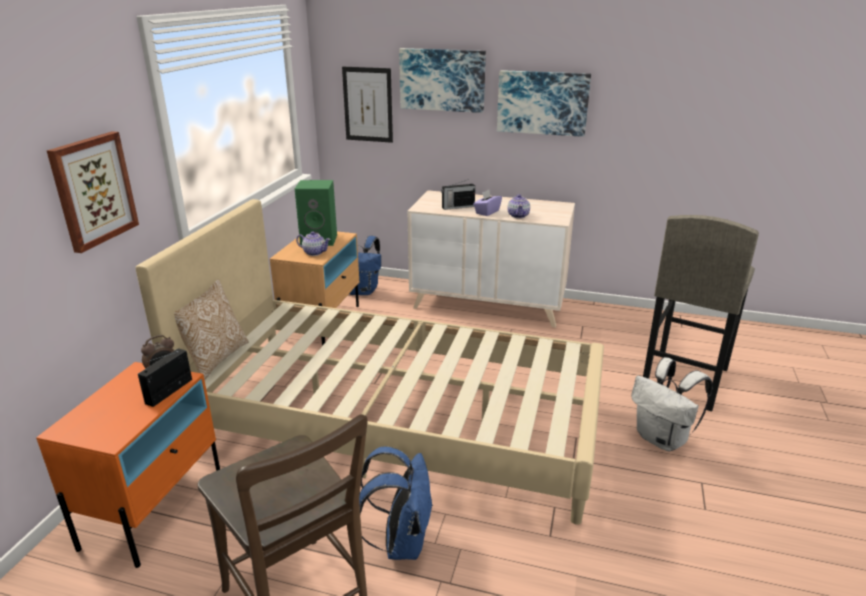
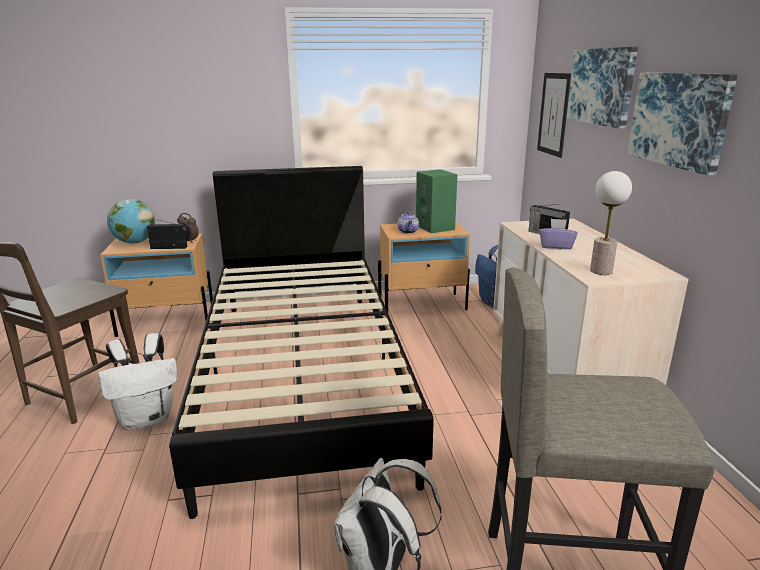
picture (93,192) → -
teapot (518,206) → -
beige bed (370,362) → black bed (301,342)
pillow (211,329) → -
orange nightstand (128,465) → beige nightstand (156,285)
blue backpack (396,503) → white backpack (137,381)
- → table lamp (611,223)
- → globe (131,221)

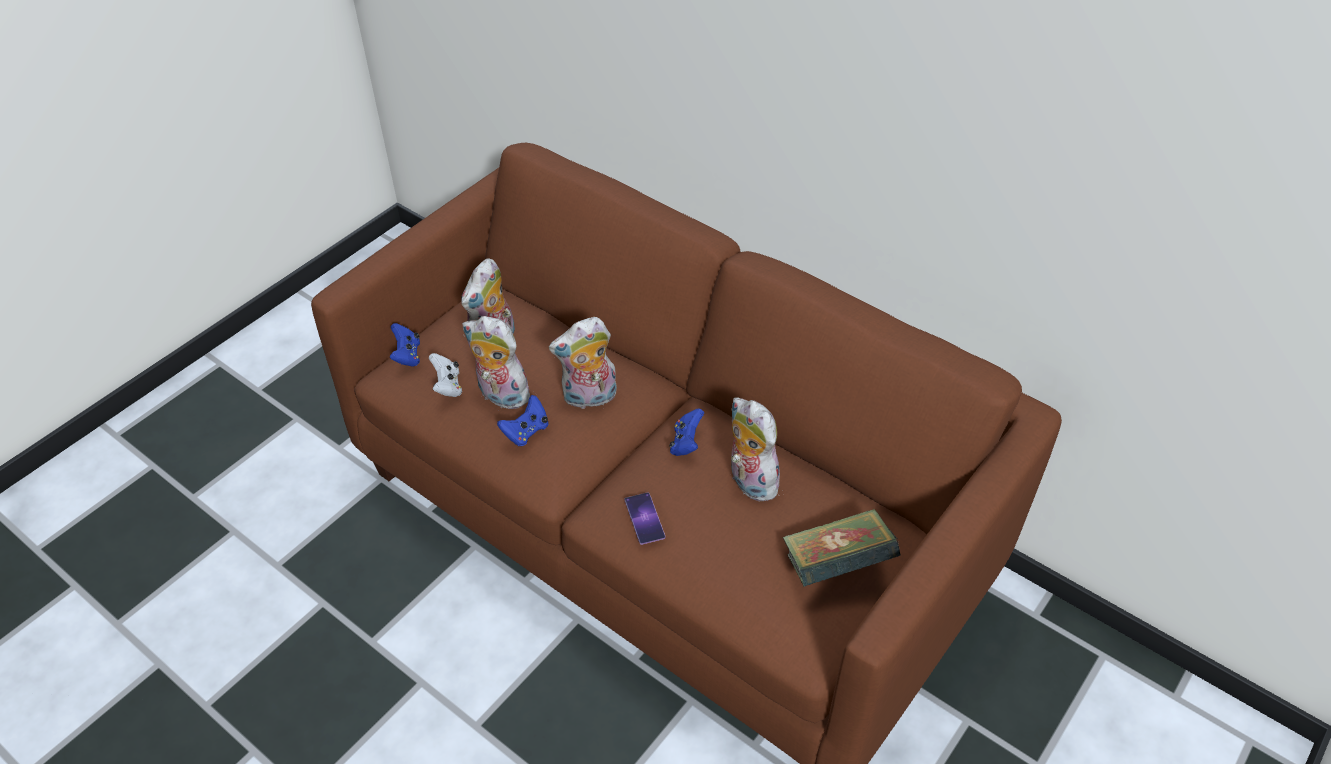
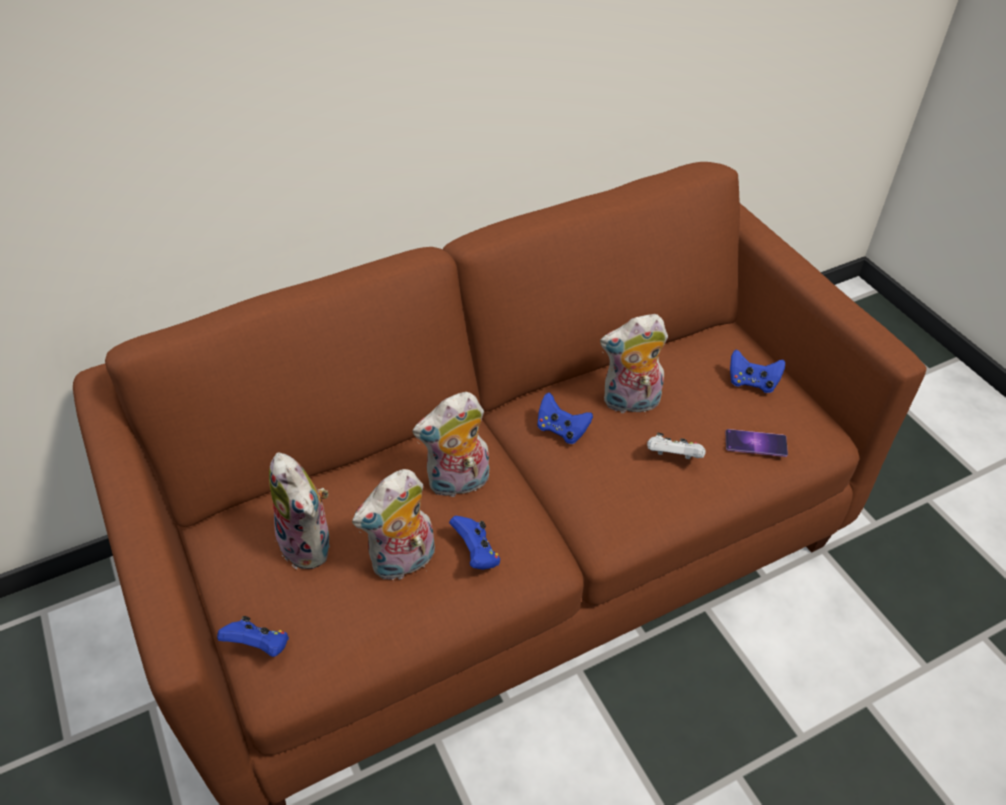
plush toy (583,363) → plush toy (450,444), 60 degrees clockwise
white game controller (445,375) → white game controller (676,445), shifted
phone (645,518) → phone (757,443), shifted
book (841,548) → blue game controller (757,371)

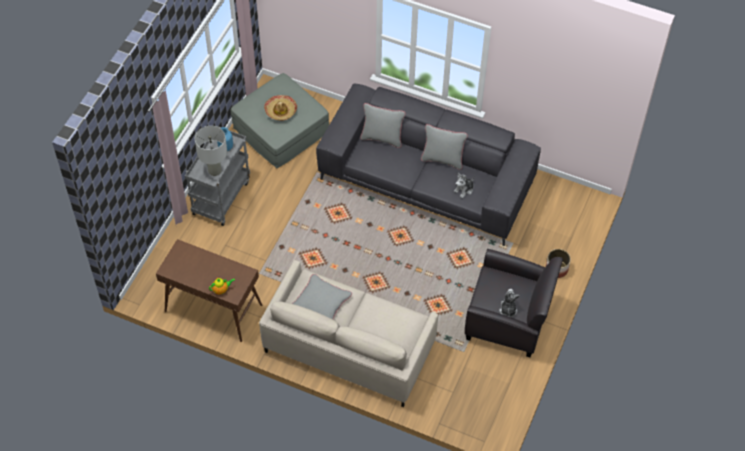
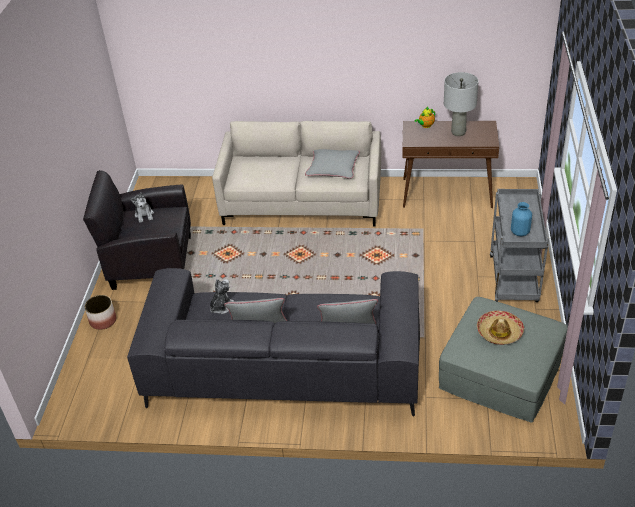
grey table lamp (211,151) → grey table lamp (461,104), shifted

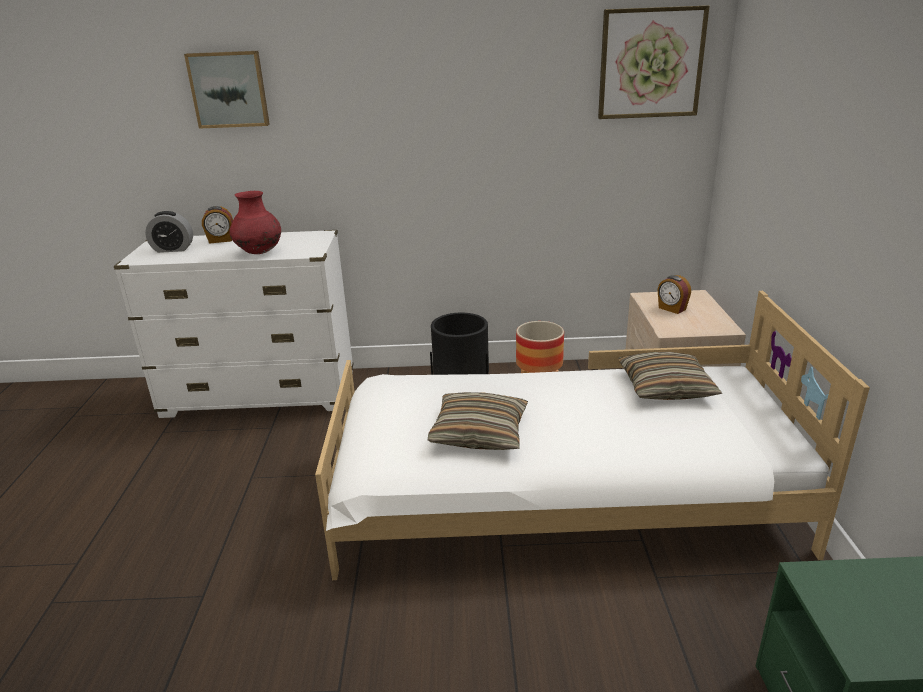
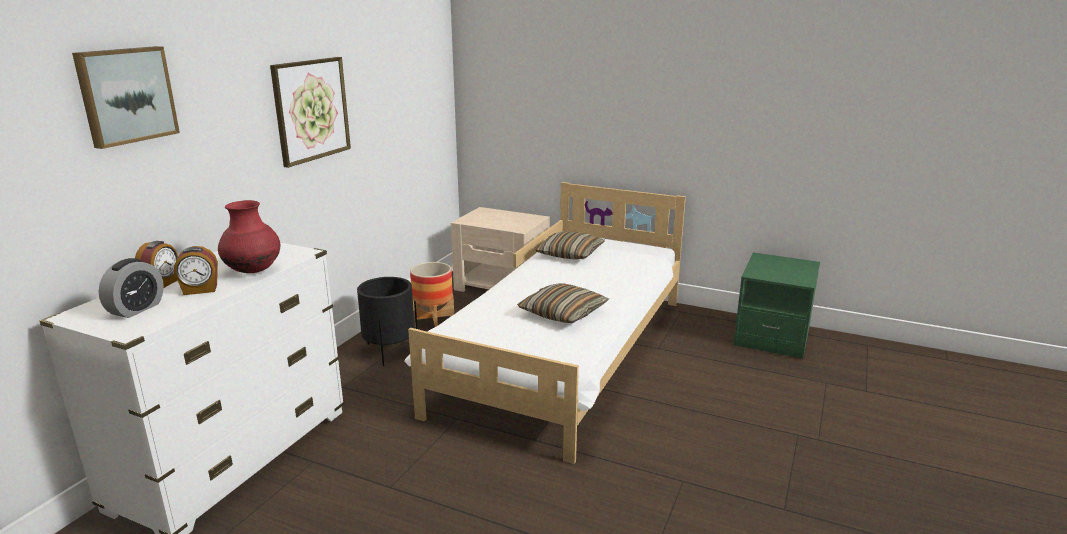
picture (653,62) → picture (310,112), shifted
alarm clock (674,294) → alarm clock (196,270), shifted

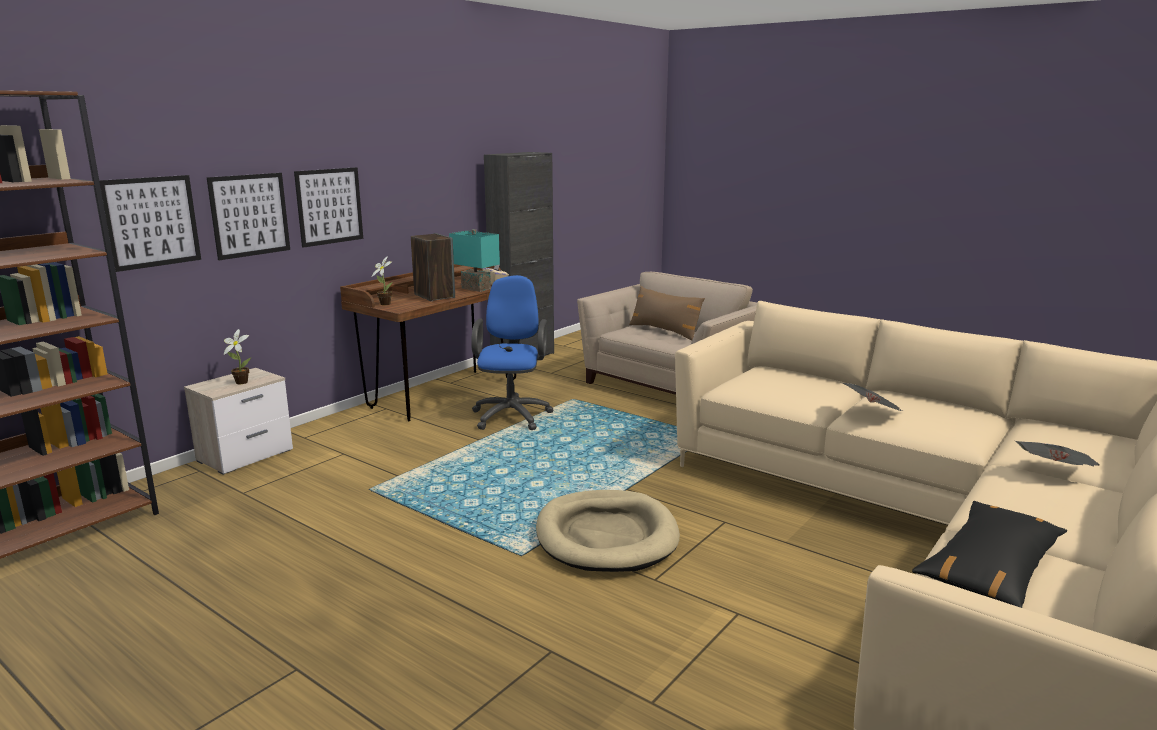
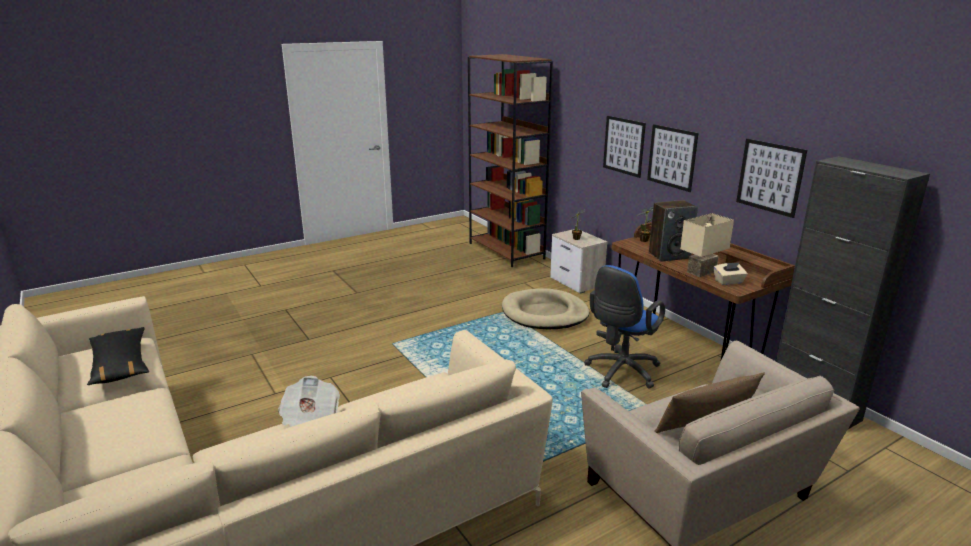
picture (150,223) → picture (771,178), shifted
turquoise table lamp (474,260) → beige table lamp (707,245)
blue office chair (512,352) → blue office chair (624,326), 105 degrees clockwise
newspaper (1057,454) → -
beige dog bed (608,531) → beige dog bed (545,308), shifted

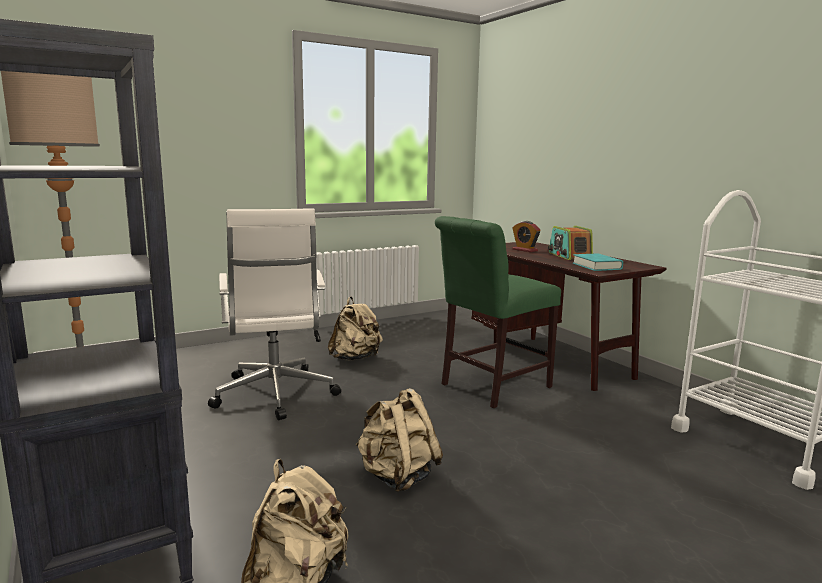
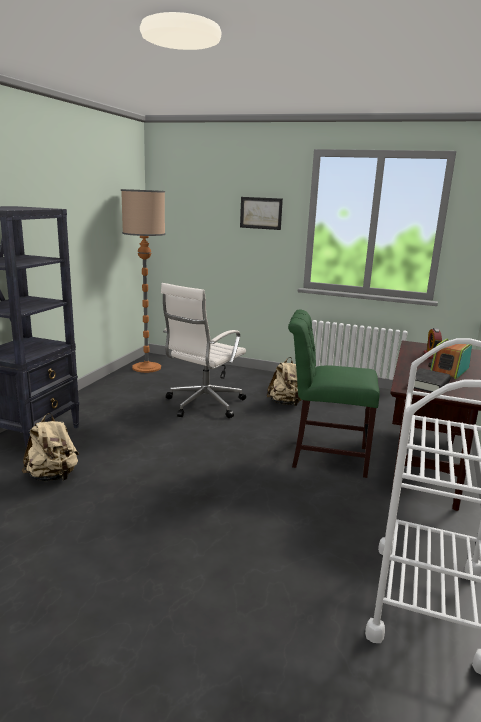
turquoise book (598,262) → black book (429,380)
beige backpack (399,440) → -
- → picture (261,213)

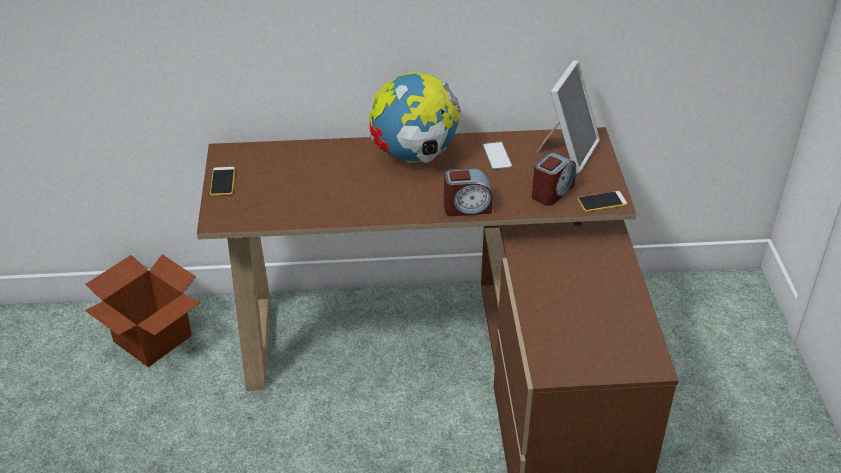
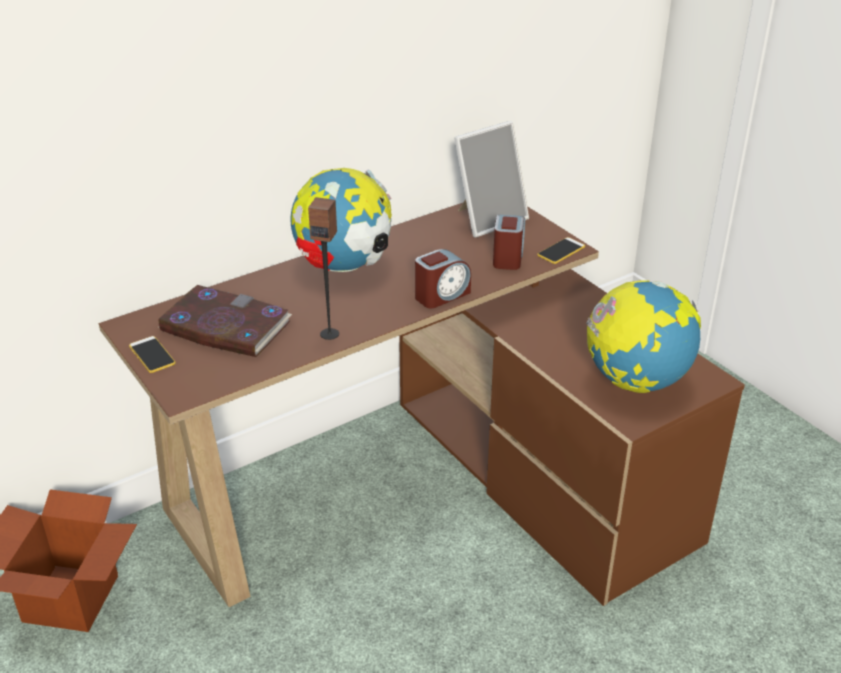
picture frame (568,116) → picture frame (491,179), 60 degrees clockwise
phone (497,155) → -
- → speaker (323,268)
- → globe (643,336)
- → book (225,321)

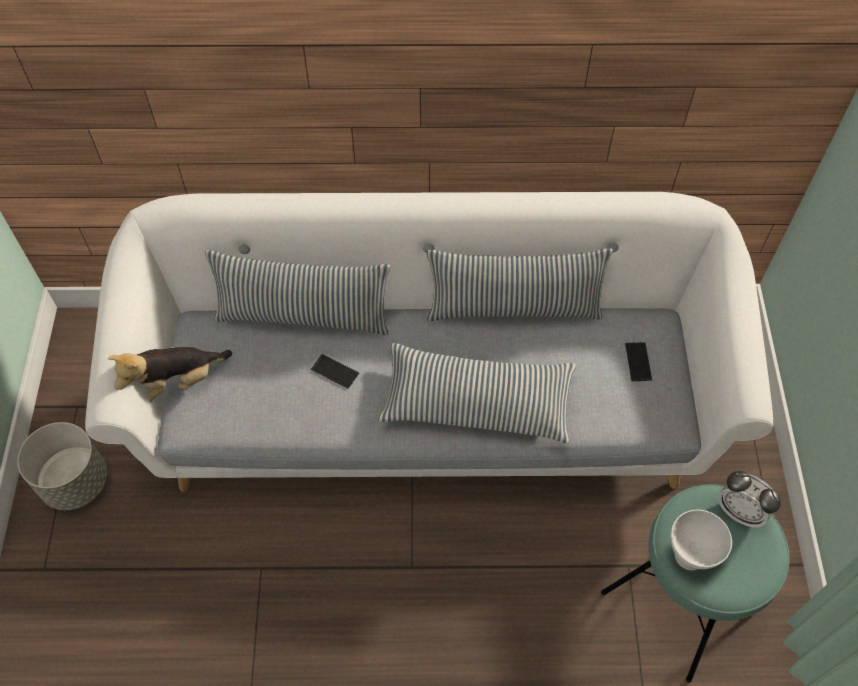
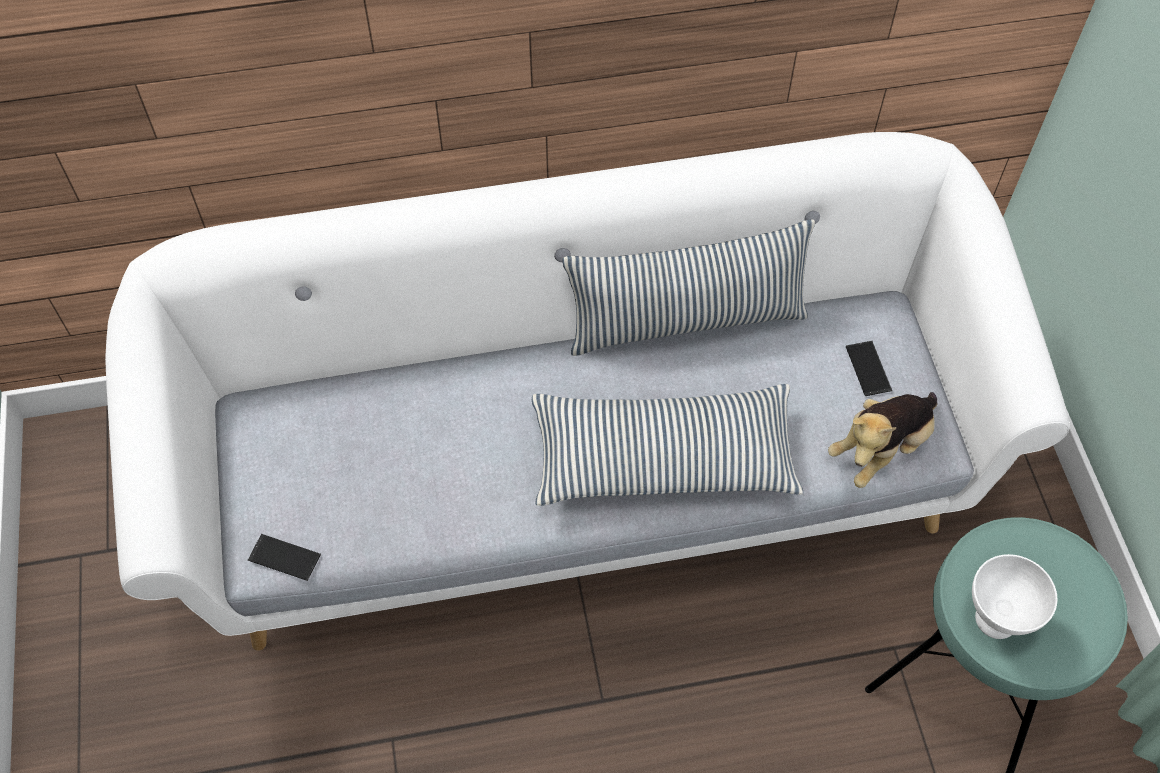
pillow (298,292) → -
plush toy (170,374) → plush toy (882,440), shifted
phone (335,371) → phone (284,557), shifted
grey planter (62,466) → -
alarm clock (749,499) → -

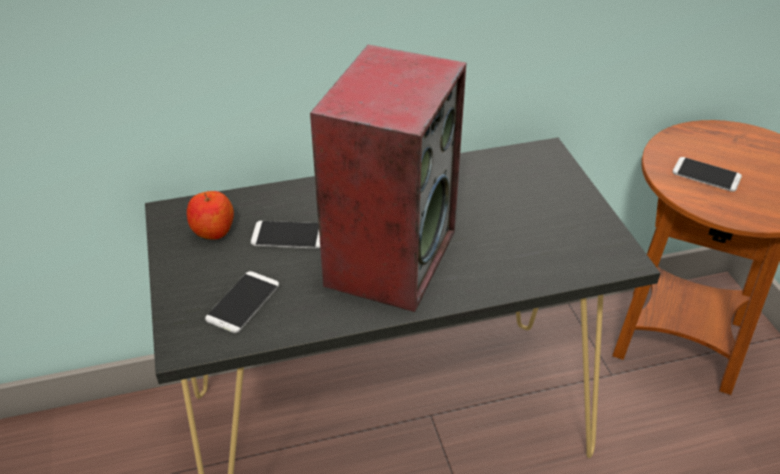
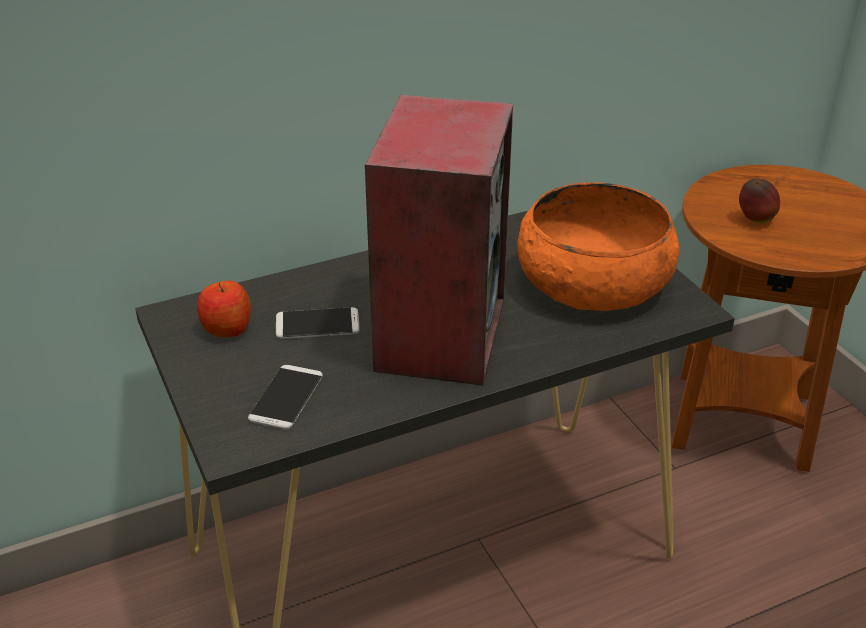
phone (707,174) → apple (759,201)
- → orange bowl (598,246)

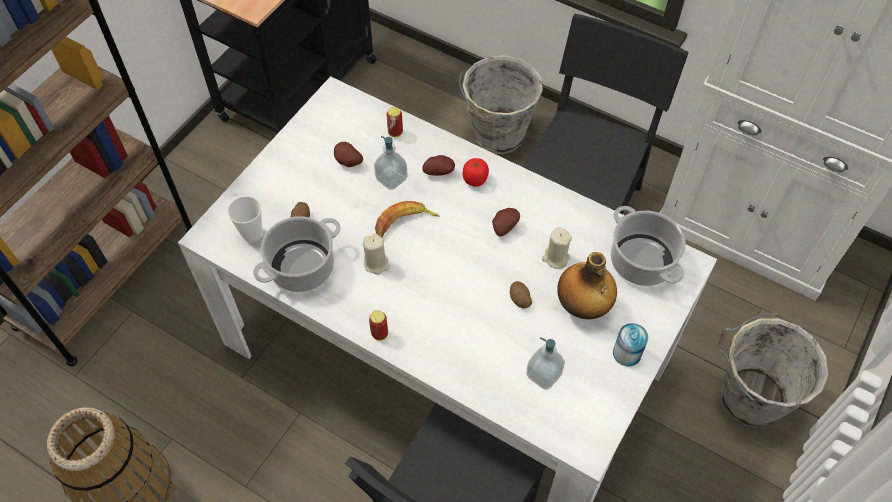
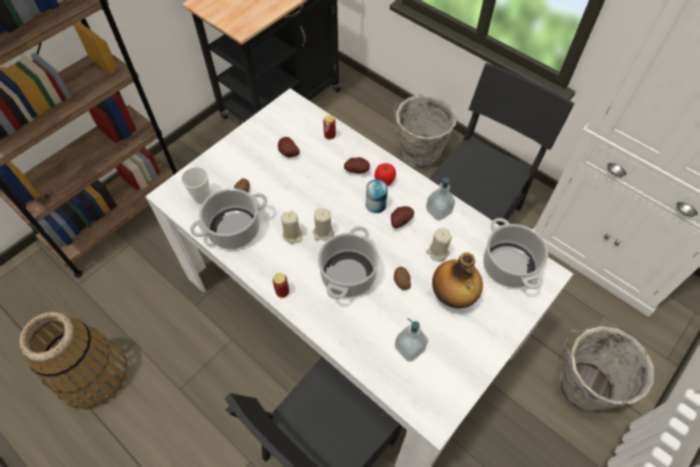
soap dispenser (391,163) → soap dispenser (440,198), shifted
banana (407,219) → -
can (630,344) → can (377,196), shifted
- → beige candle (323,224)
- → cooking pot (348,263)

